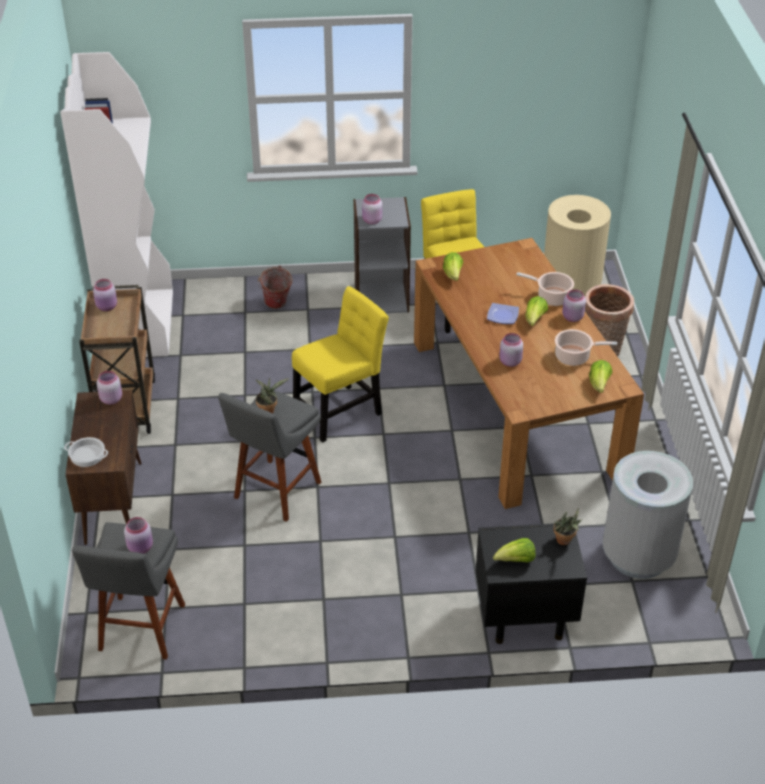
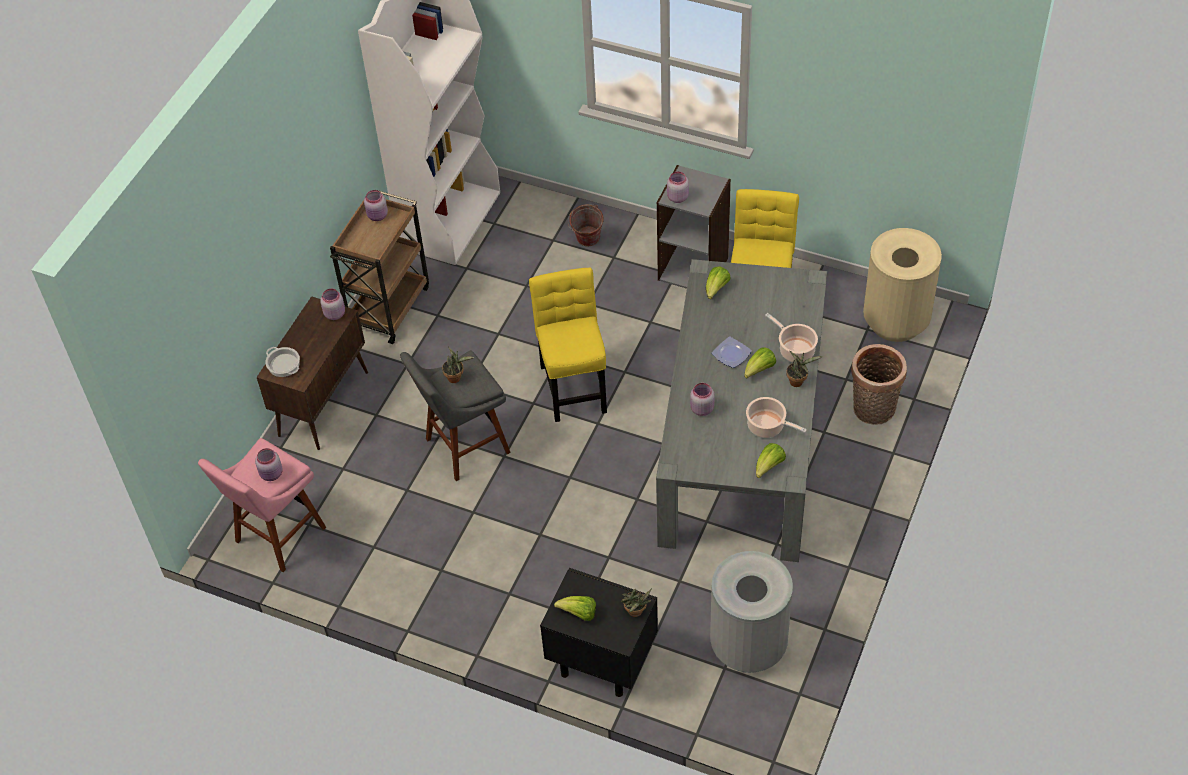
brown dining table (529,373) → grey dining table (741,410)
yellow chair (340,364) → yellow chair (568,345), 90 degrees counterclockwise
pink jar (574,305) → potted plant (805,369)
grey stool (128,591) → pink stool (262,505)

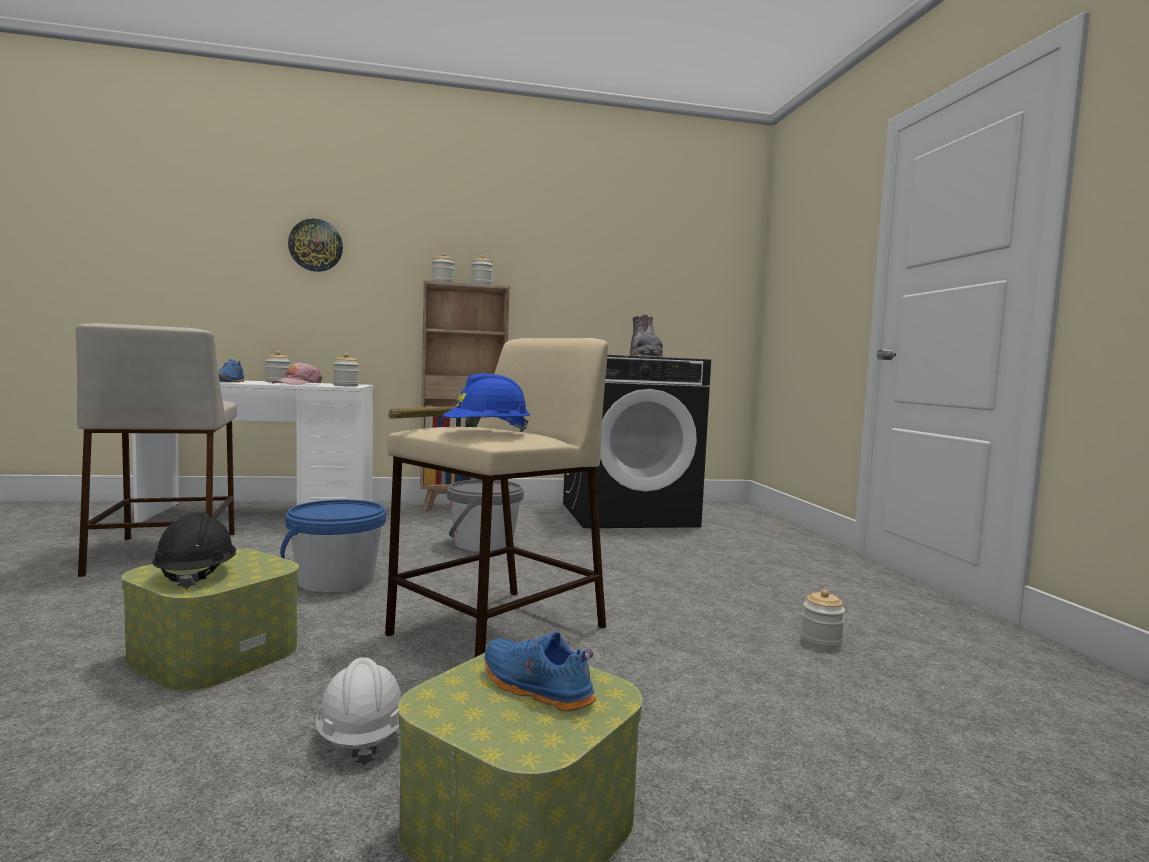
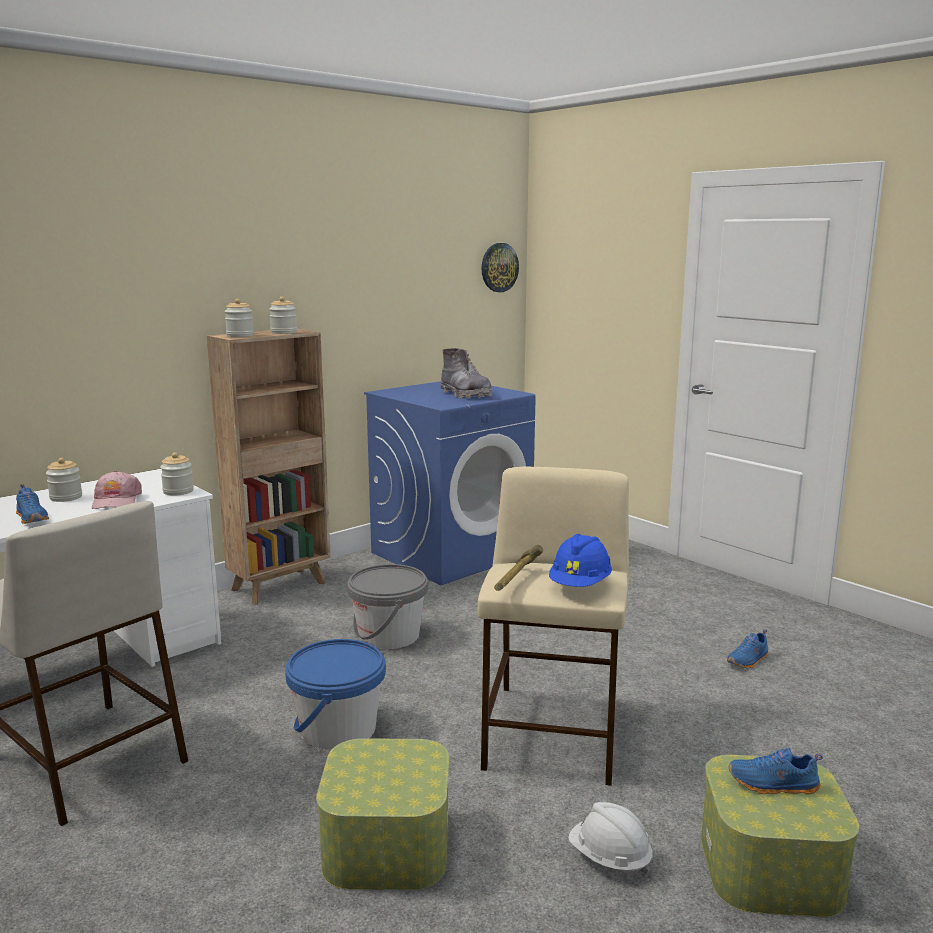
wall clock (315,245) → wall clock (500,267), shifted
black washing machine (637,441) → blue washing machine (450,483)
black hard hat (194,550) → -
jar (823,619) → blue shoe (747,648)

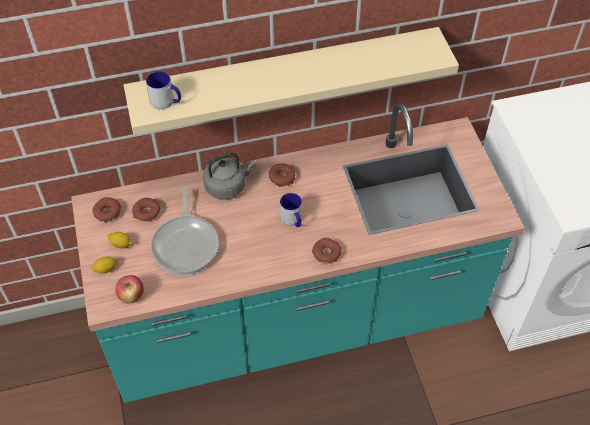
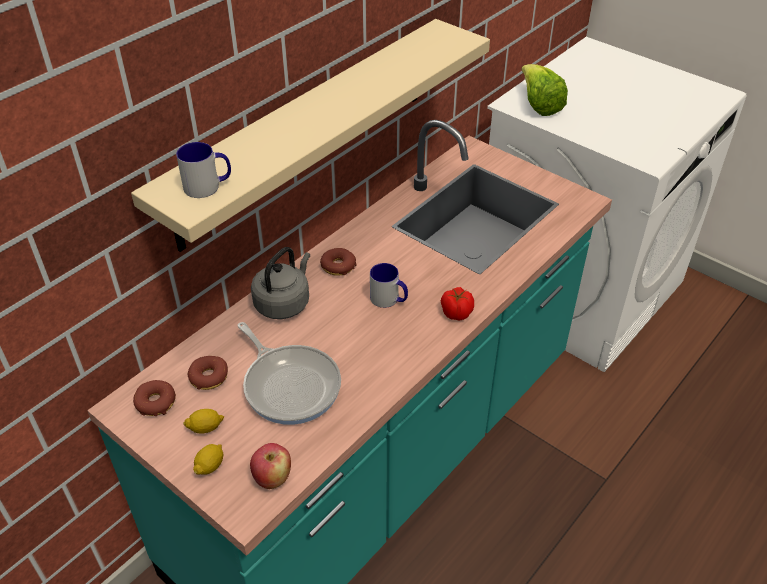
donut (326,251) → tomato (457,304)
- → lettuce (545,90)

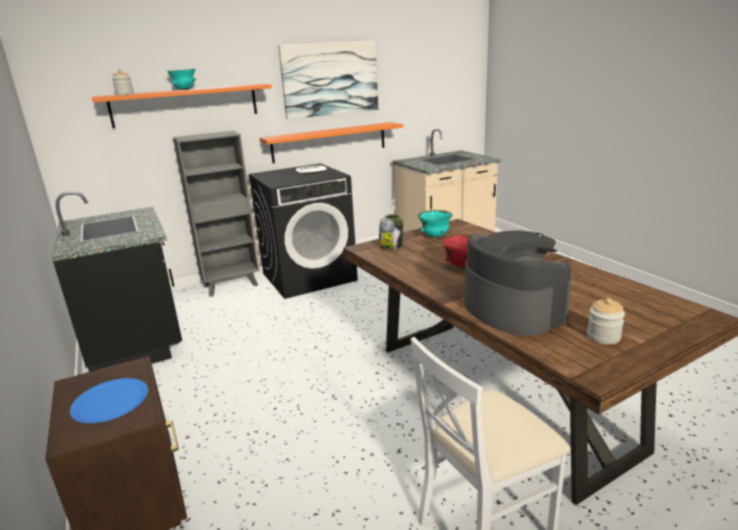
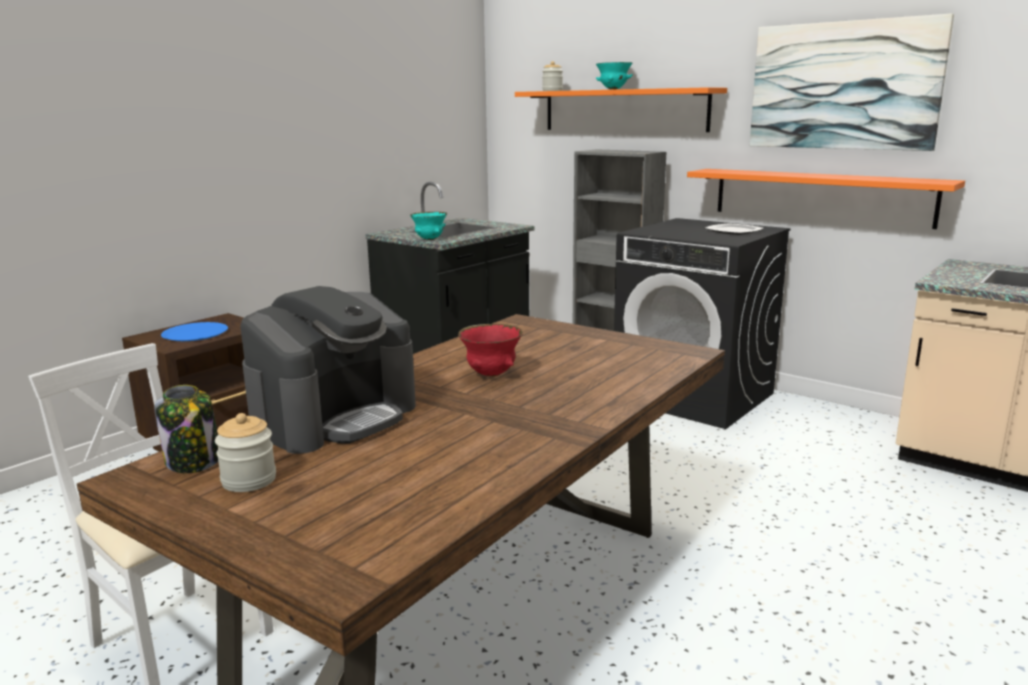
turquoise bowl (435,224) → turquoise bowl (428,226), shifted
jar (391,231) → jar (186,429), shifted

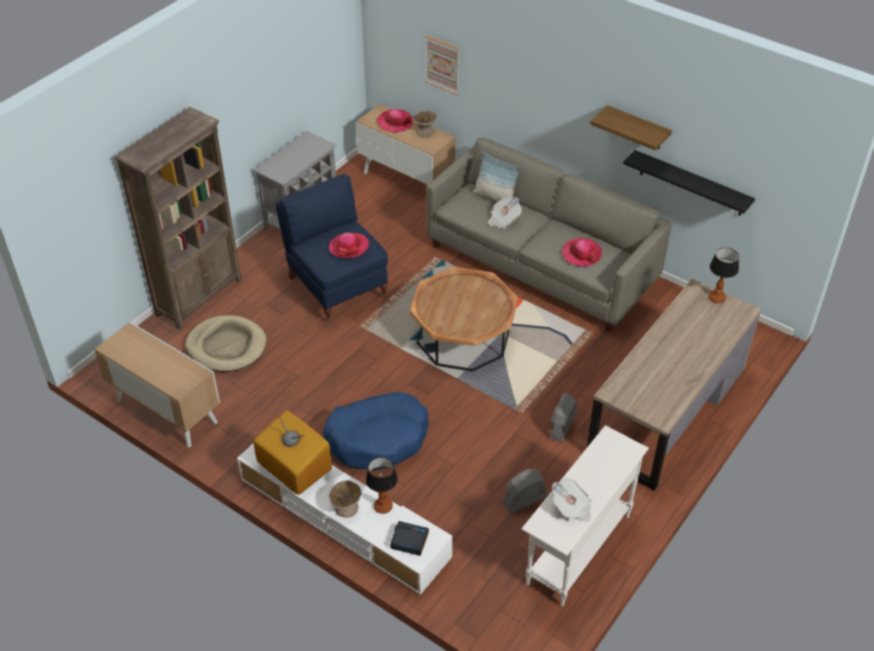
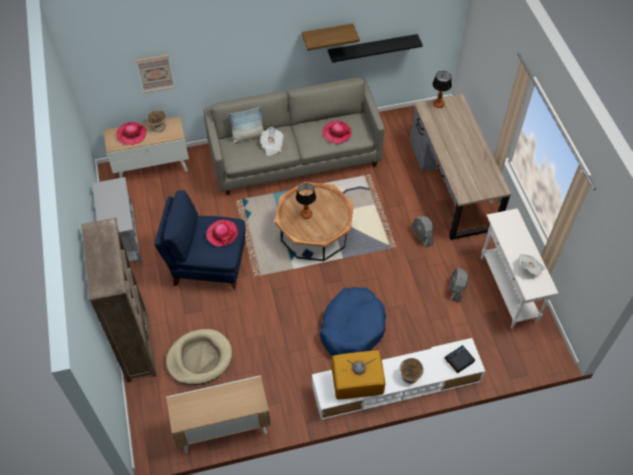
table lamp (382,485) → table lamp (306,201), shifted

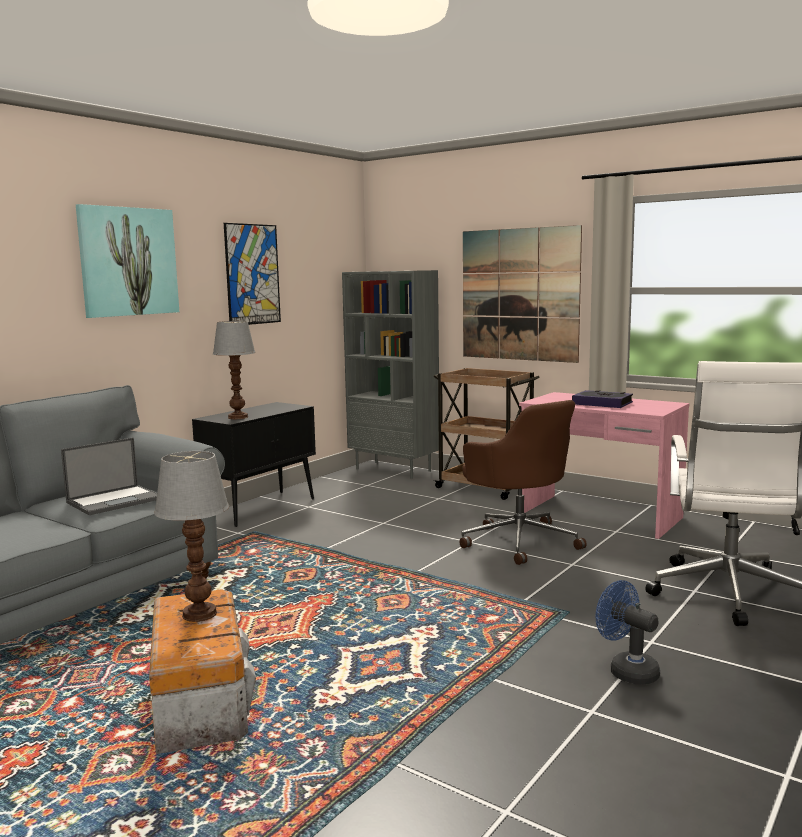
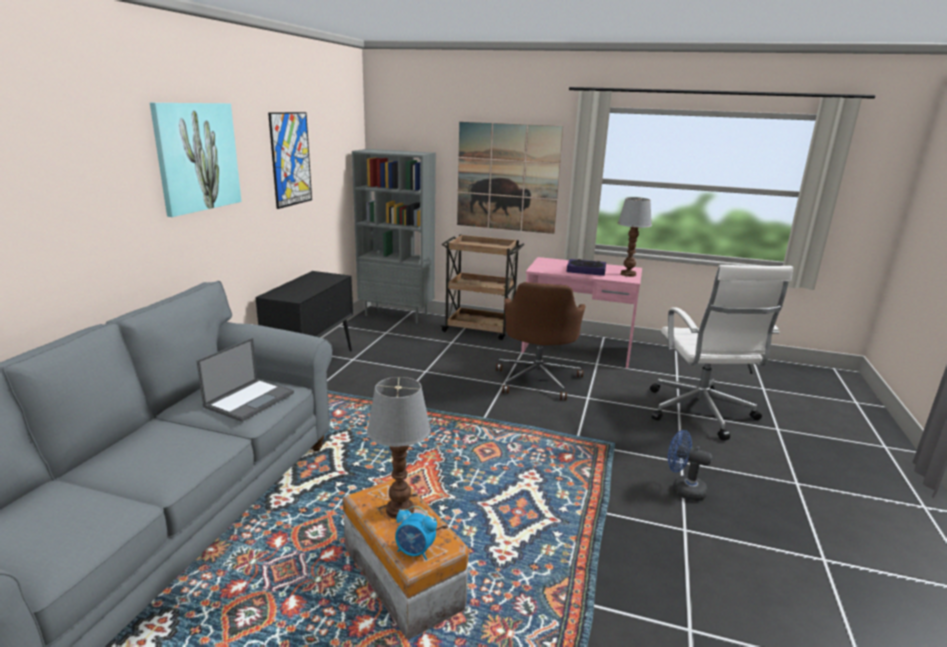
table lamp (234,370) → table lamp (635,237), shifted
brown office chair (523,482) → brown office chair (540,341), 60 degrees clockwise
- → alarm clock (416,533)

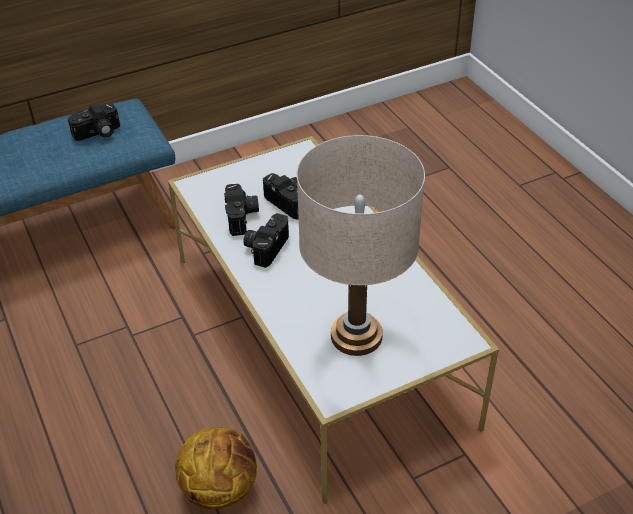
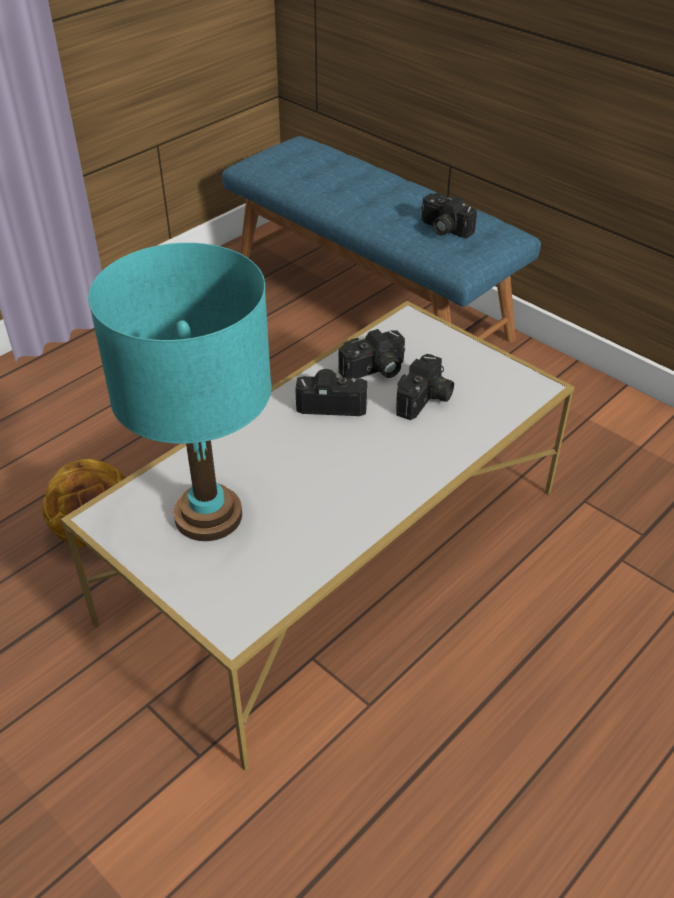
beige table lamp (361,245) → turquoise table lamp (180,392)

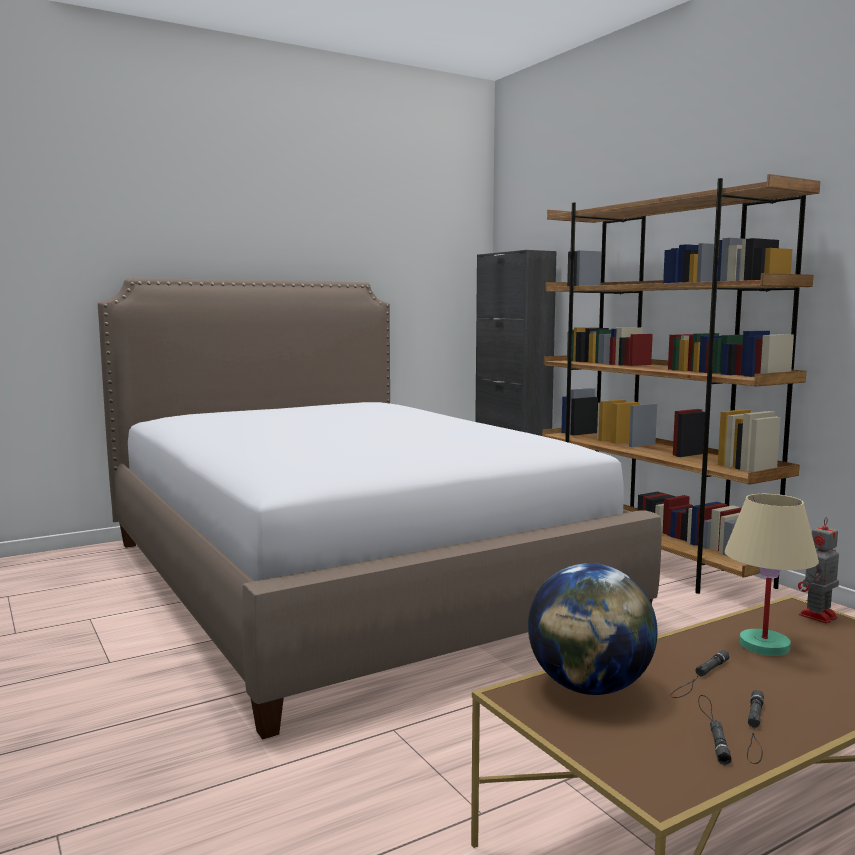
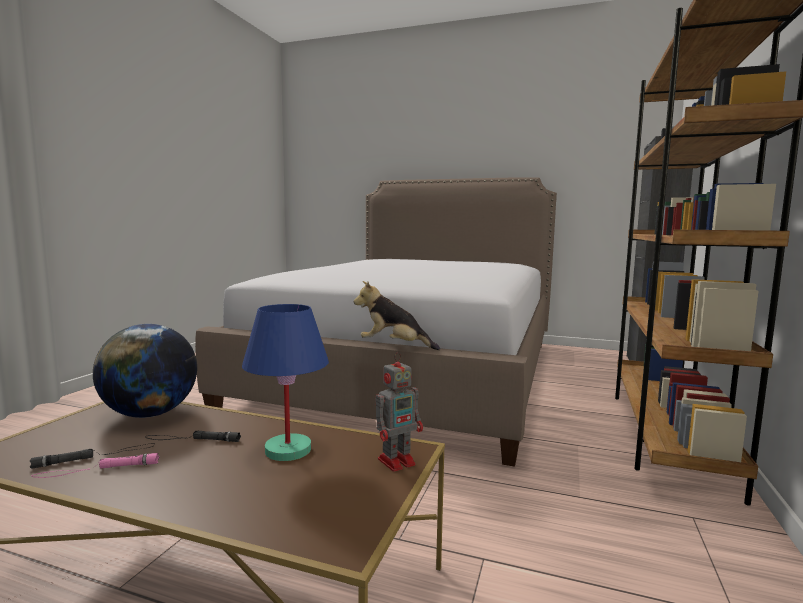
beige table lamp (772,575) → blue table lamp (285,382)
toy robot (818,570) → toy robot (399,412), 135 degrees clockwise
black flashlight (755,727) → pink flashlight (95,465)
- → plush toy (397,315)

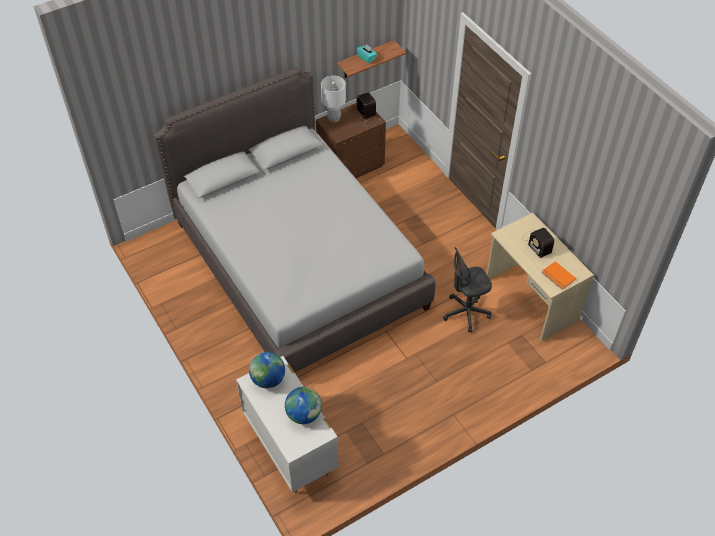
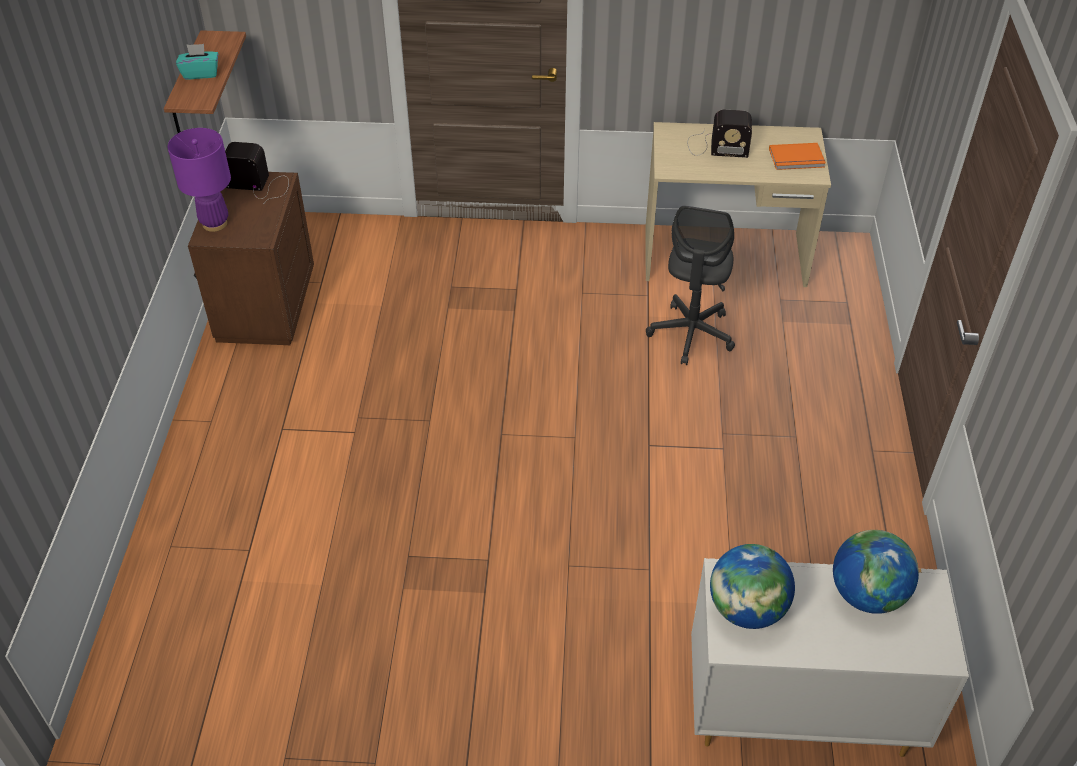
grey bed (294,219) → -
white table lamp (333,99) → purple table lamp (199,180)

